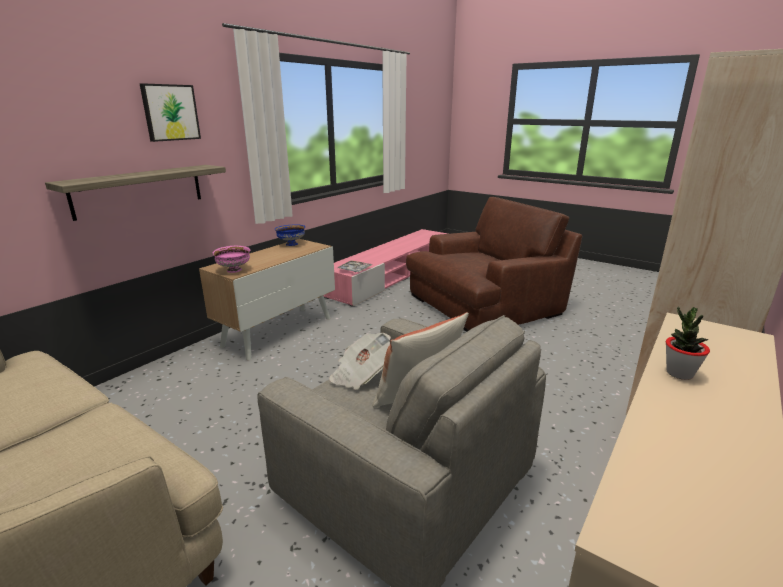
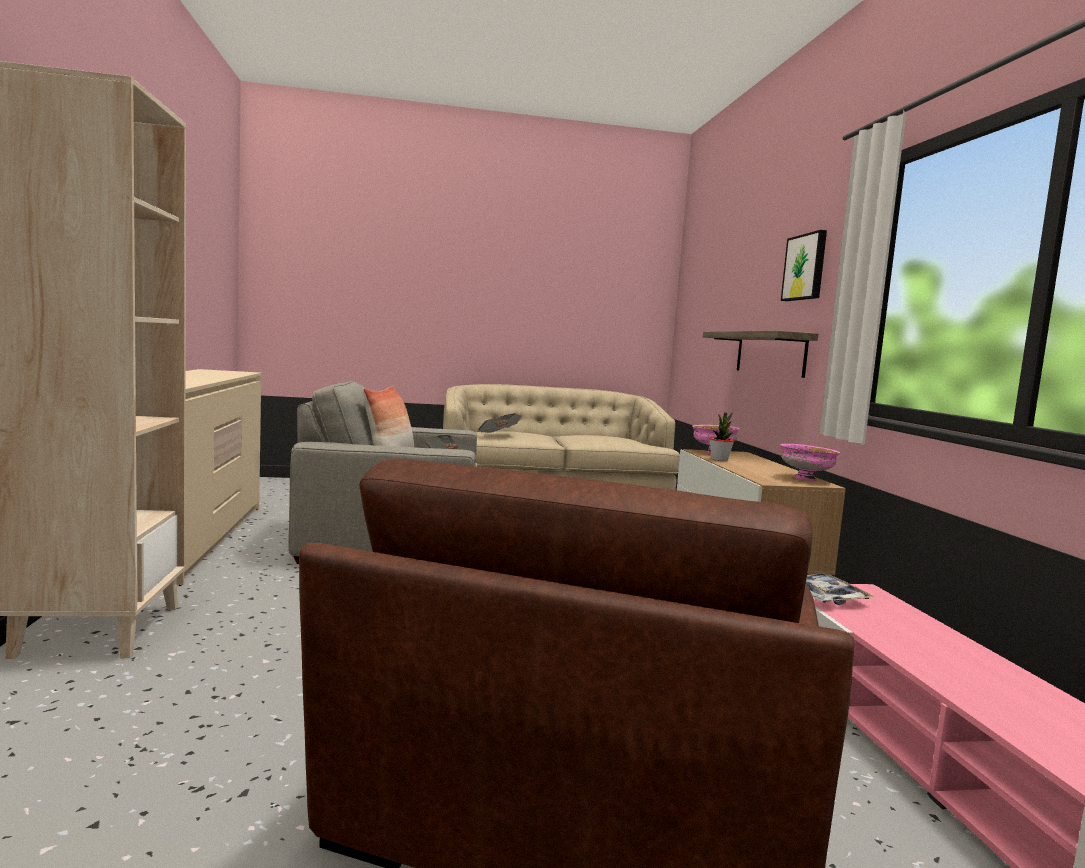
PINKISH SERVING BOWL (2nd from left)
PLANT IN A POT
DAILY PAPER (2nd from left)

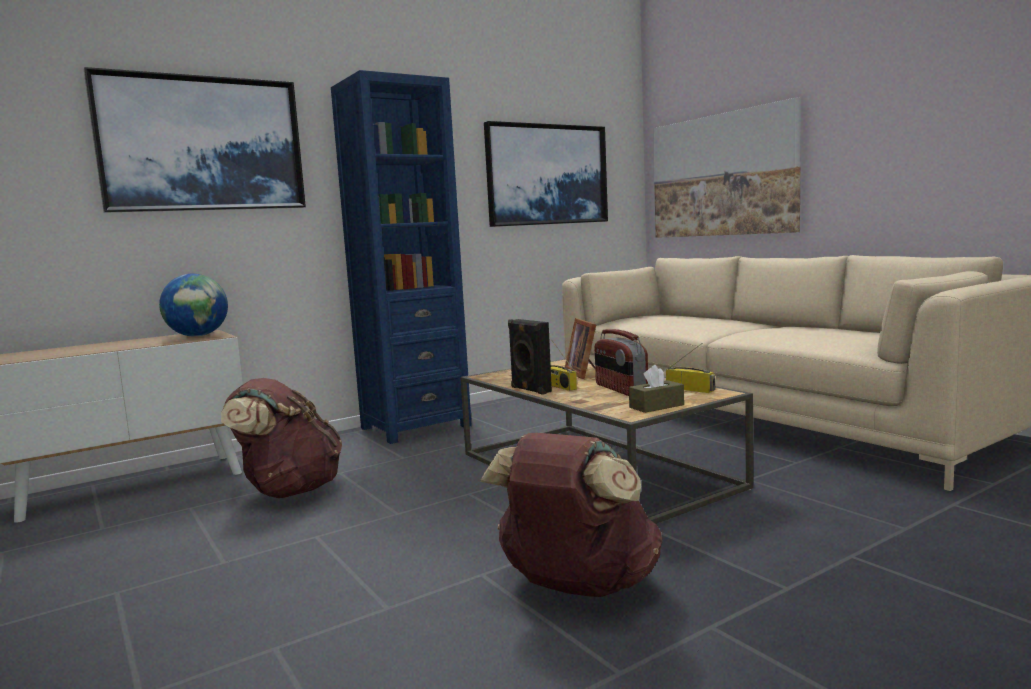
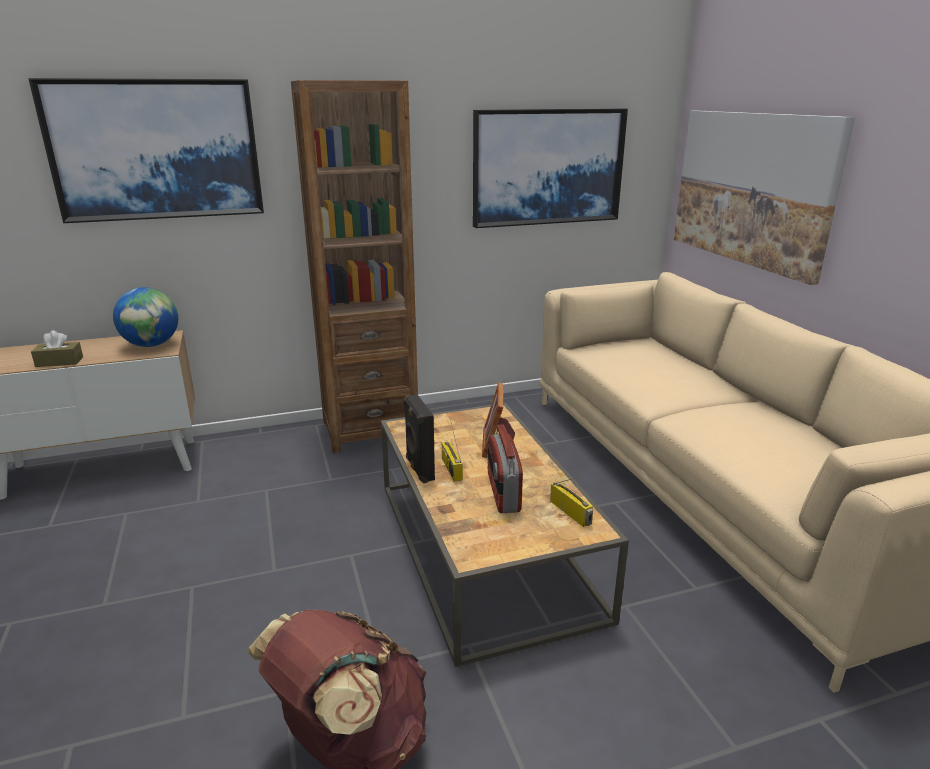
BROWN-COLOURED SHELVING UNIT
BROWN-COLOURED BOX OF TISSUES
BROWN-COLOURED BACKPACK (1st from left in the first image)

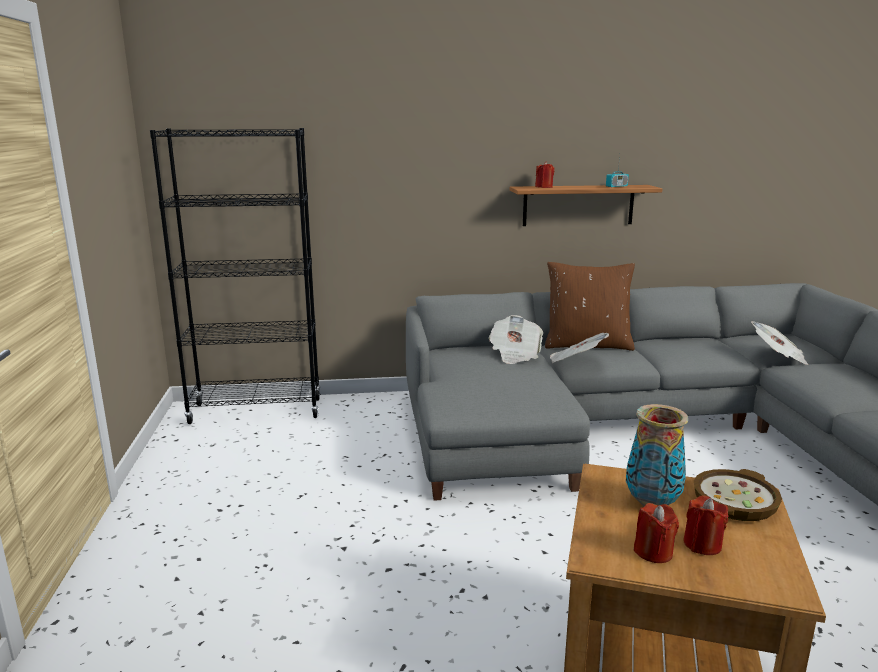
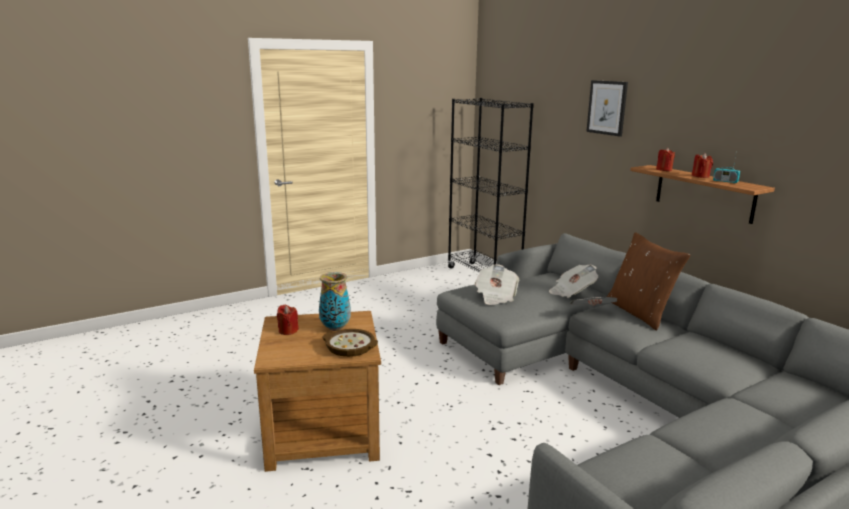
DAILY PAPER (1st from left)
RED-COLOURED WAX LIGHT (3rd from left)
PICTURE

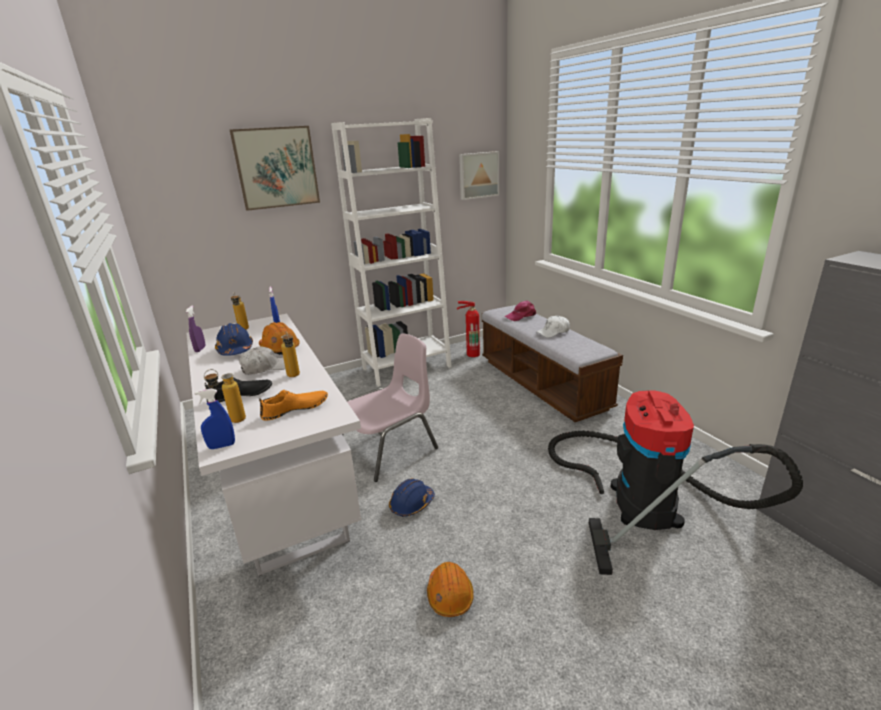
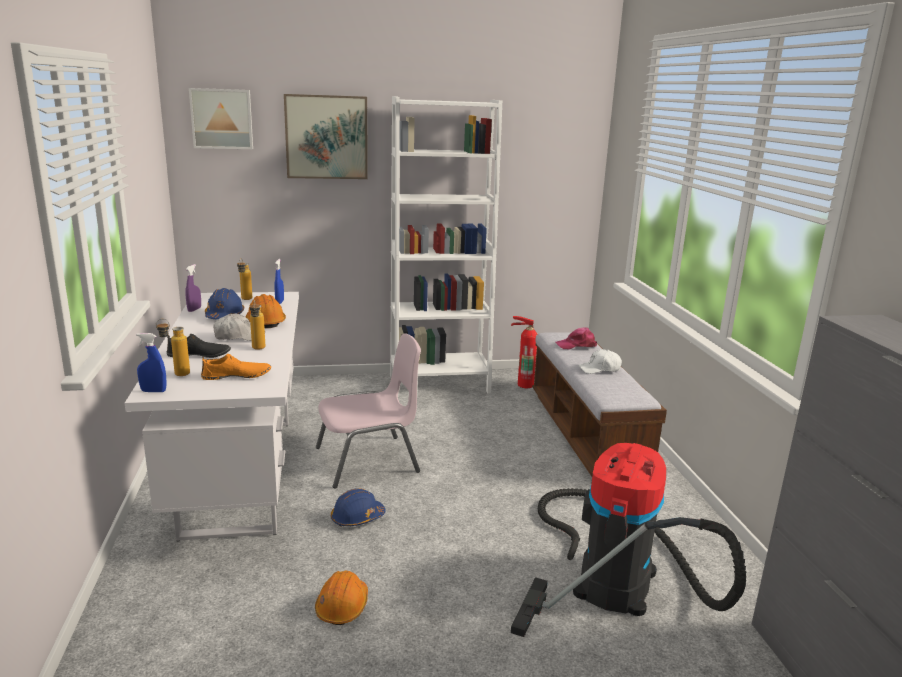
PICTURE (1st from left)

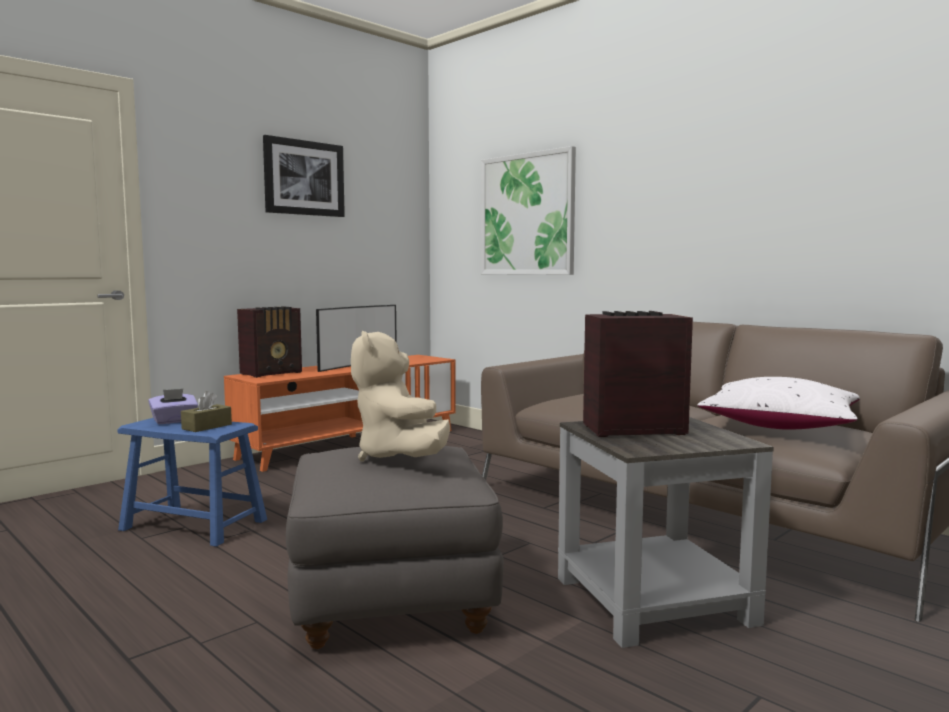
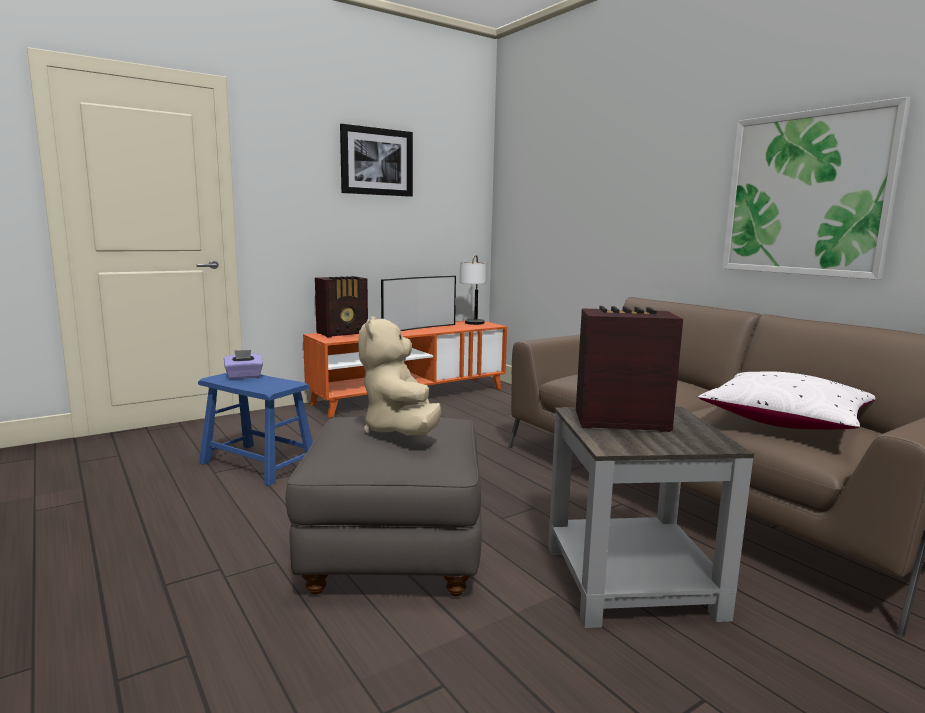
PICTURE (2nd from left)
BROWN-COLOURED BOX OF TISSUES
TABLE LAMP

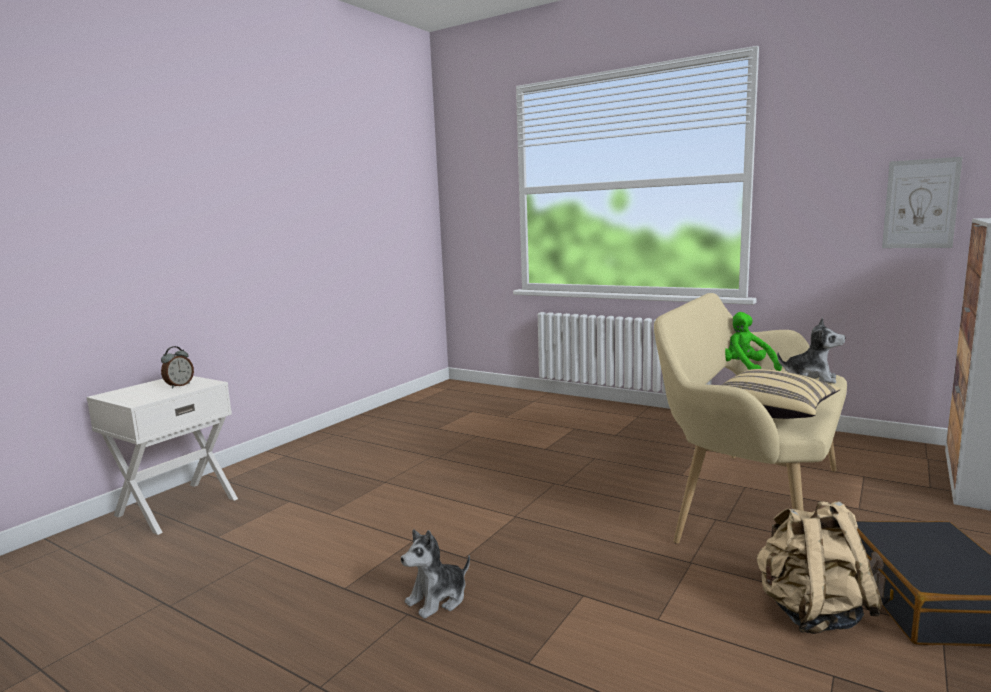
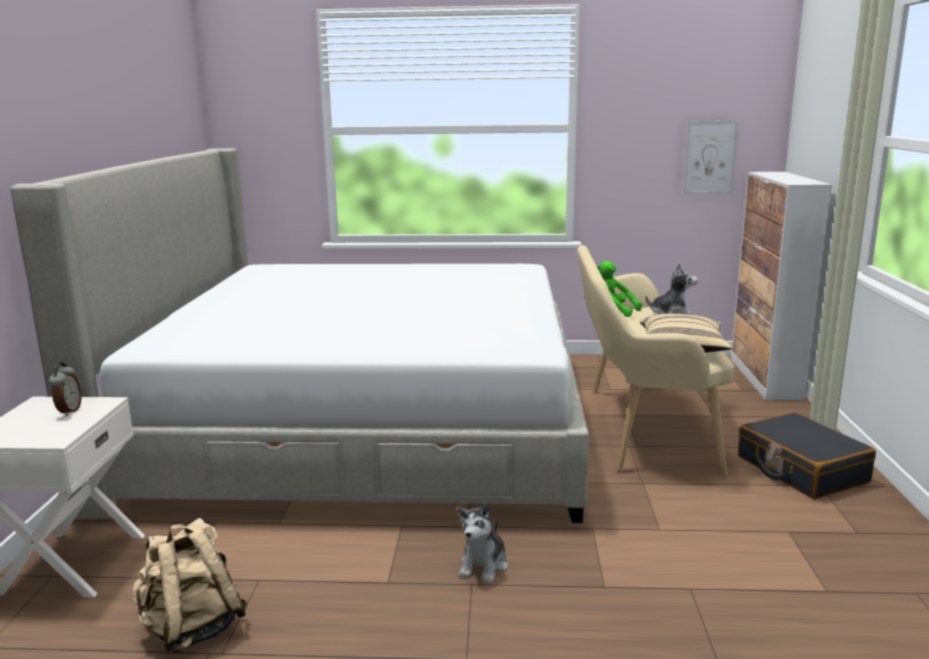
SAND-COLOURED BACKPACK
SLEEPING BED

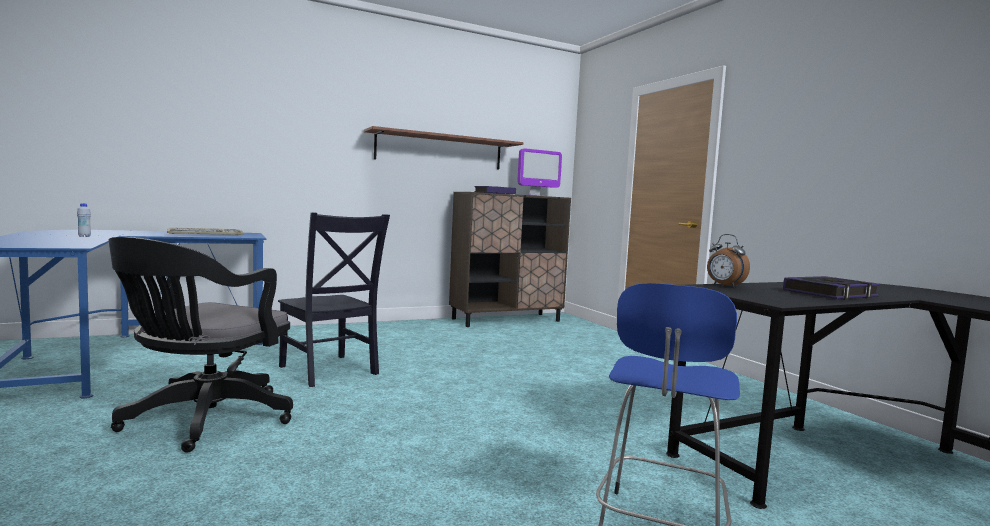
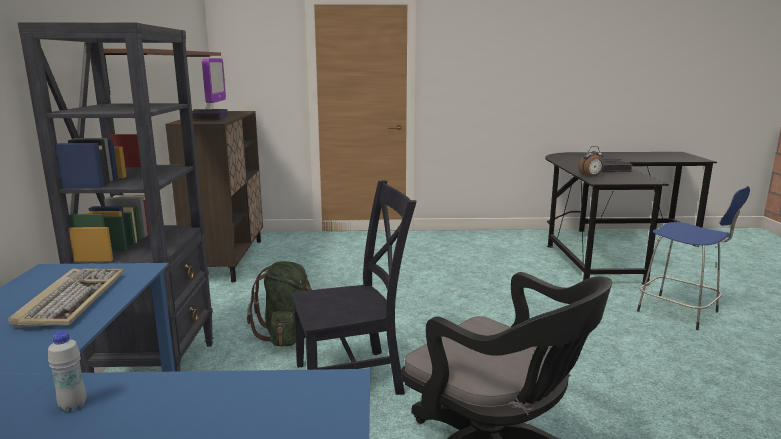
BLACKISH SHELVING UNIT
GREEN-COLOURED BACKPACK

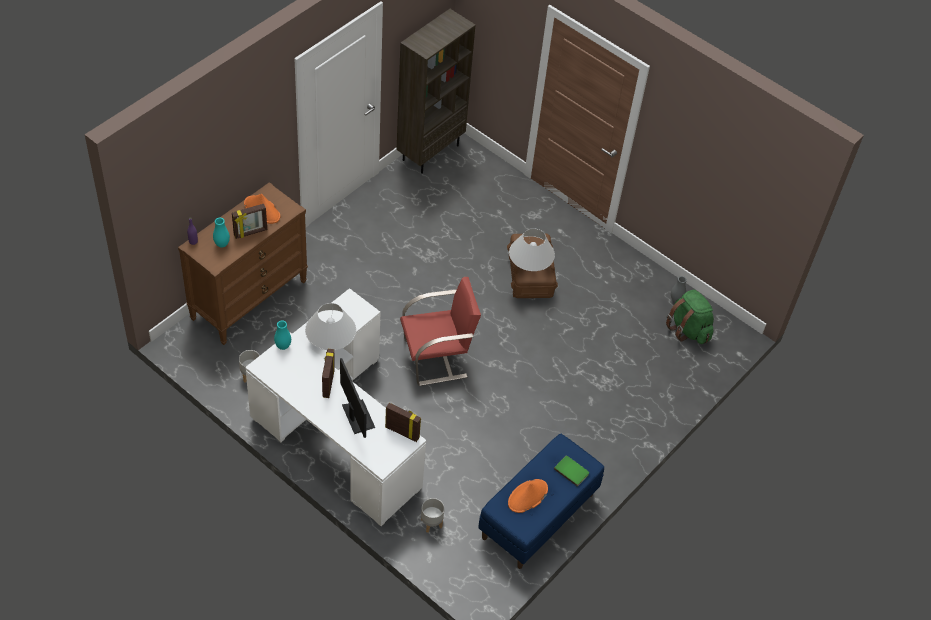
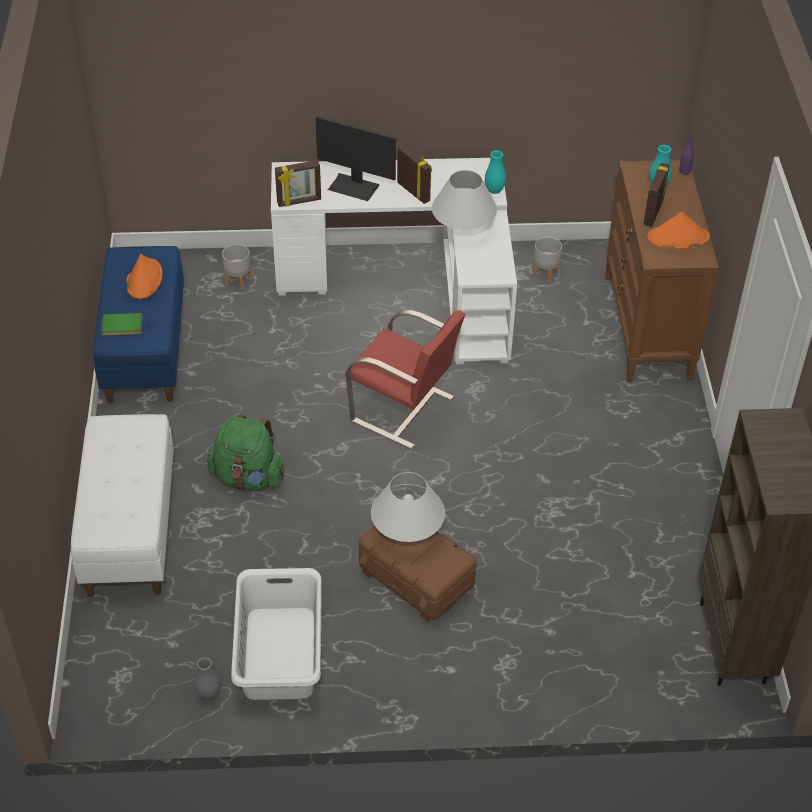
RED-COLOURED CHAIR
GREEN-COLOURED BACKPACK
WHITE LONG SEAT
WHITE WASHING BASKET

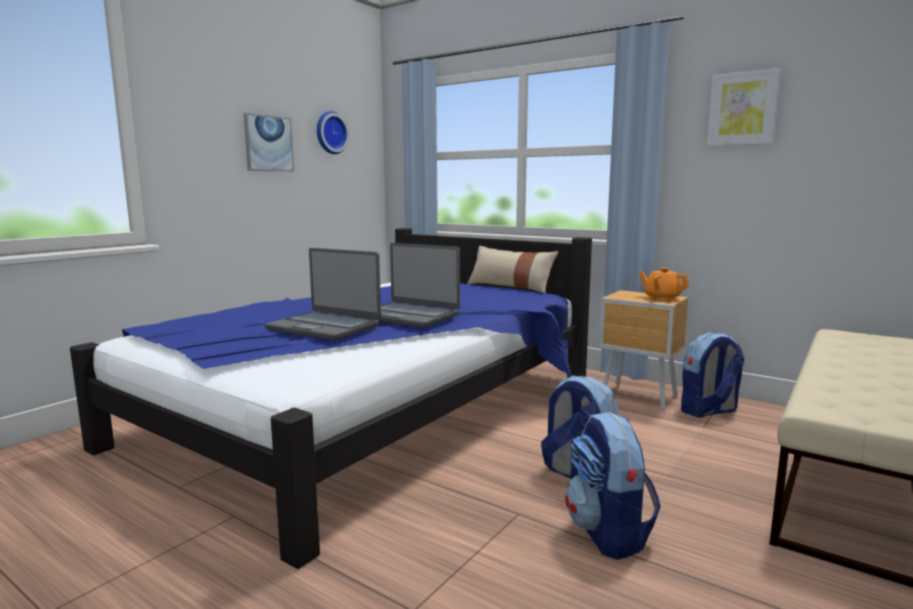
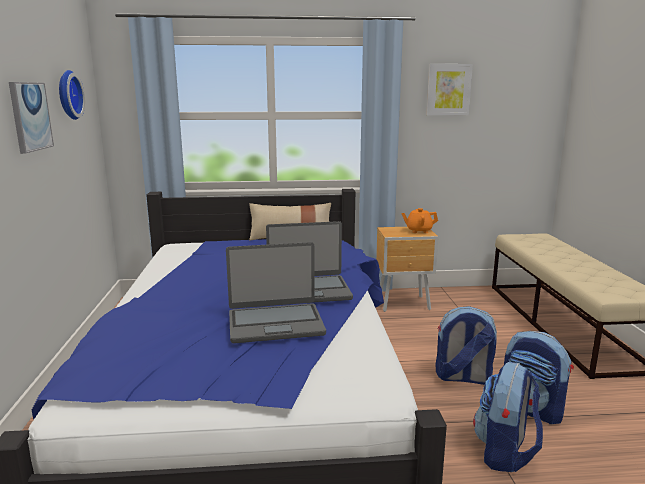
BACKPACK (2nd from left)

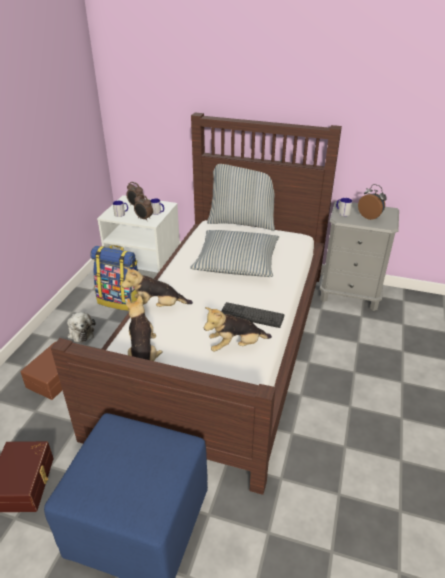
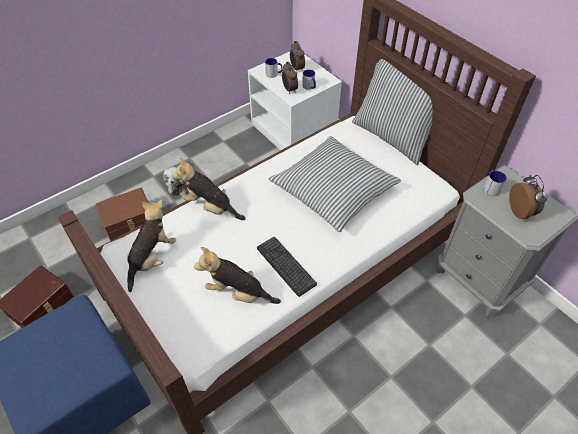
BACKPACK

